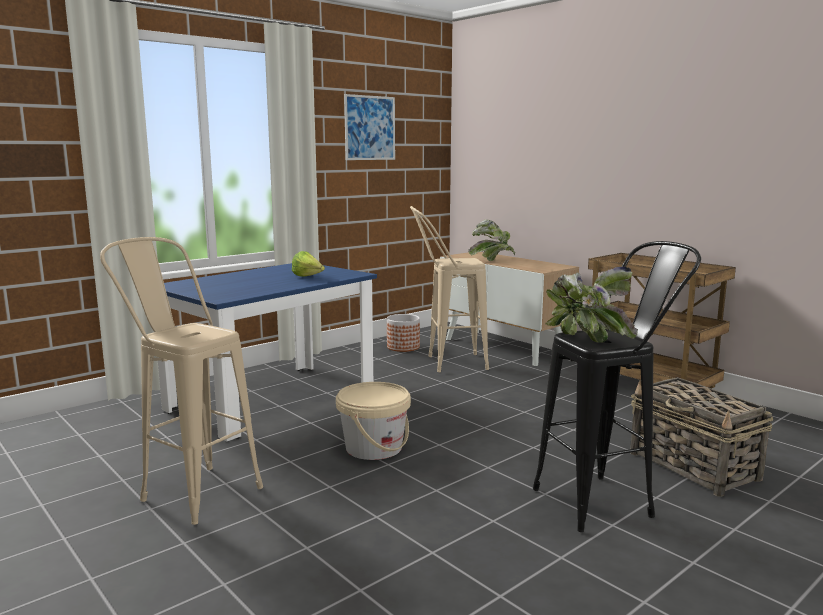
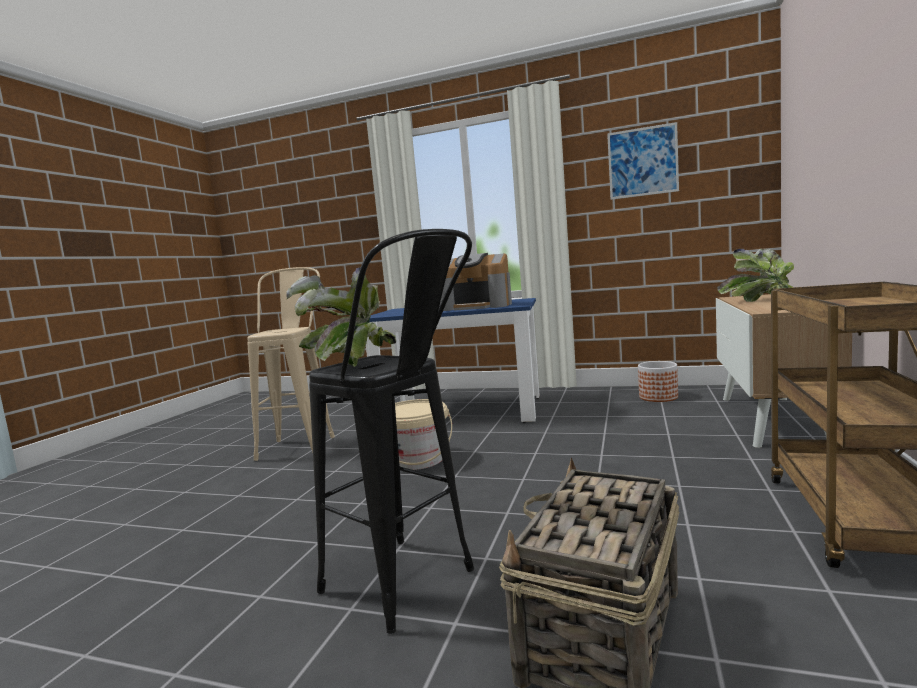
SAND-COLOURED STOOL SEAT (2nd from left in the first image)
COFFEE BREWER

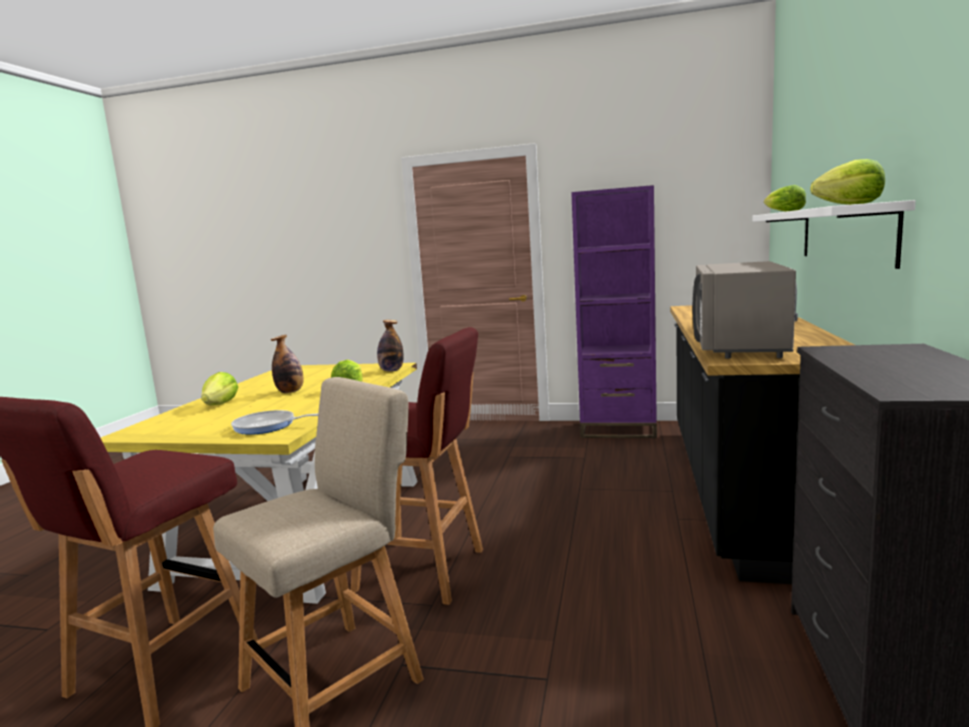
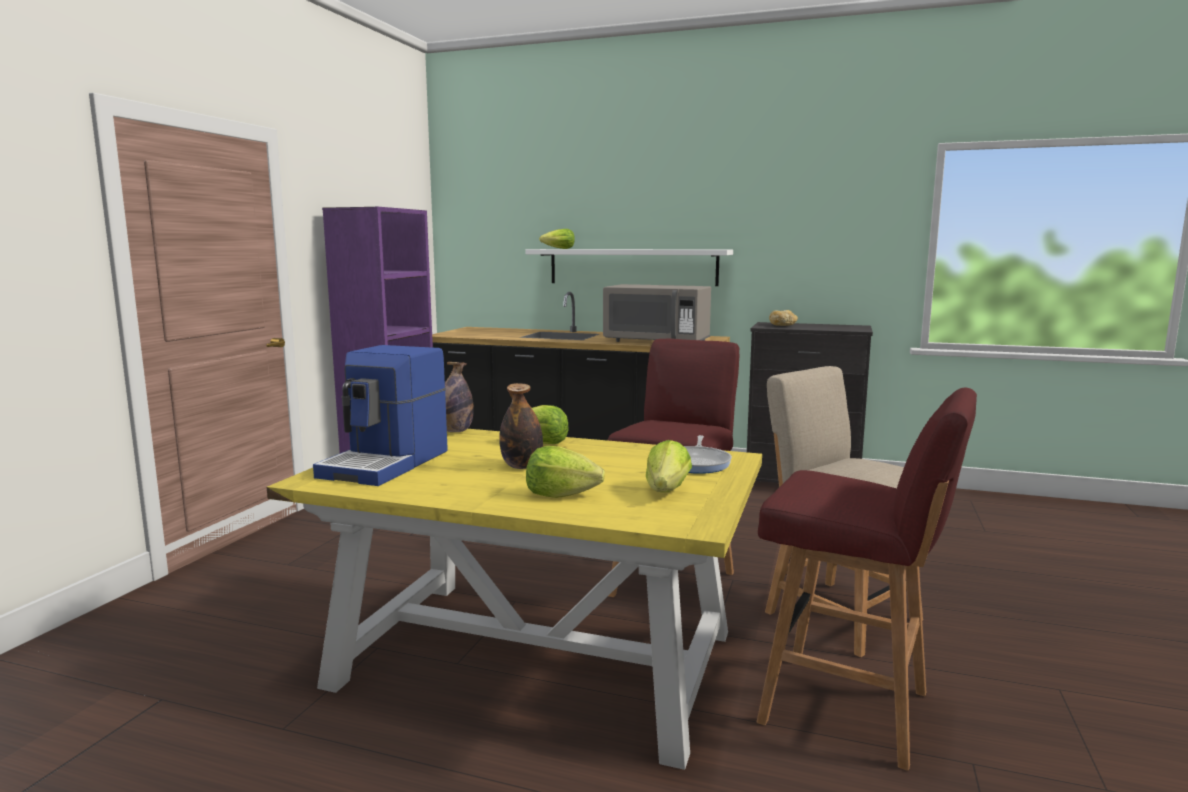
LETTUCE HEAD (4th from left)
BAKED BREAD
COFFEE BREWER

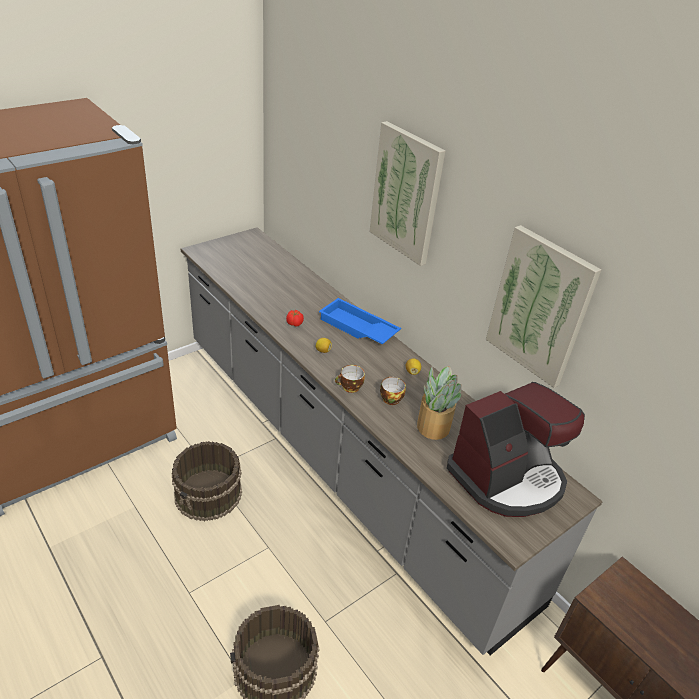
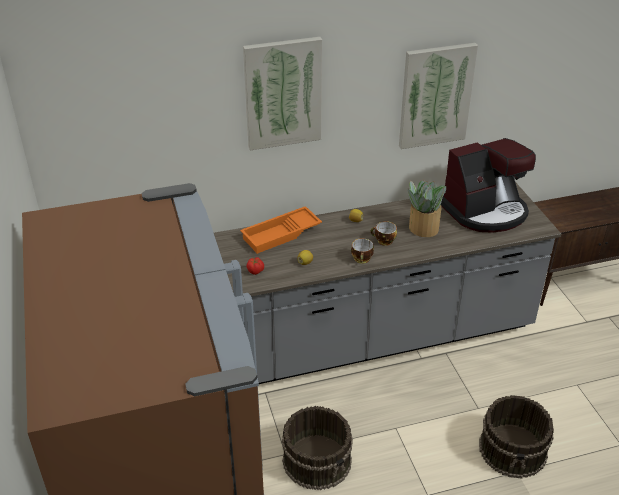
ORANGEY TRAY
COFFEE BREWER

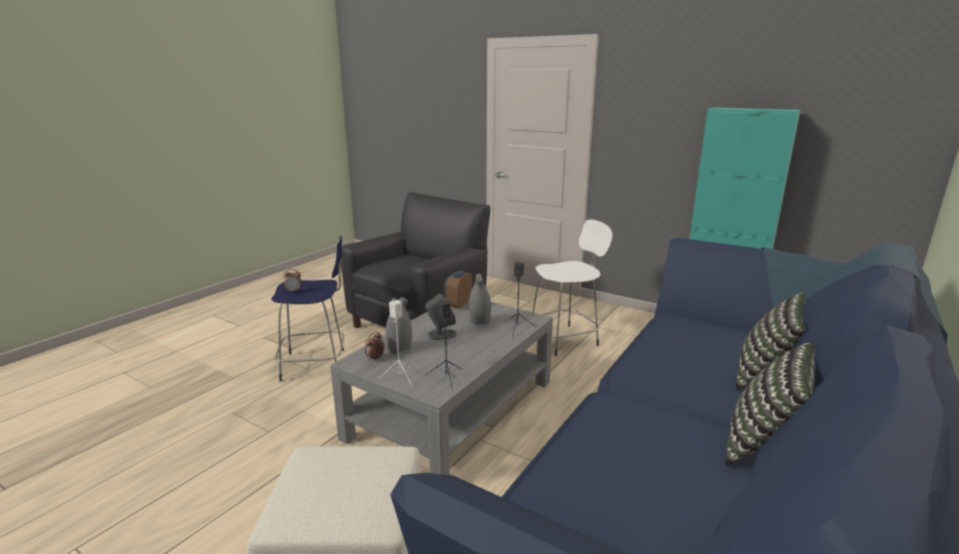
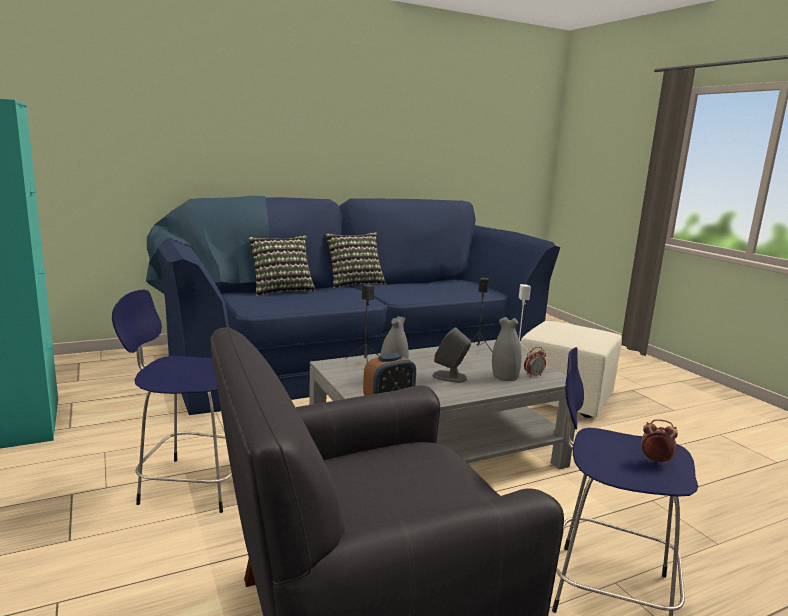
BLUISH STOOL SEAT (1st from left)

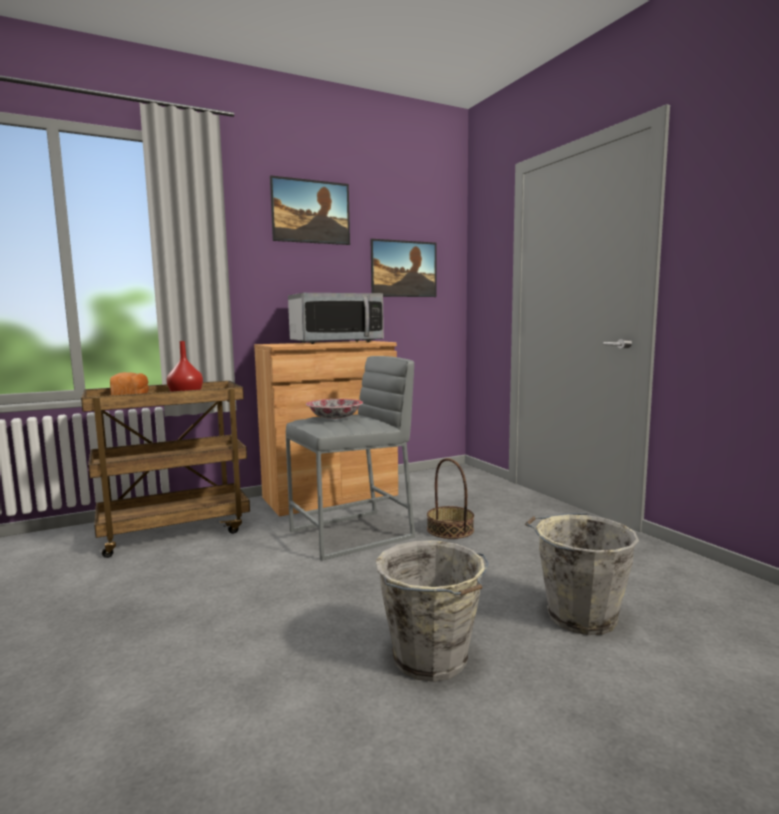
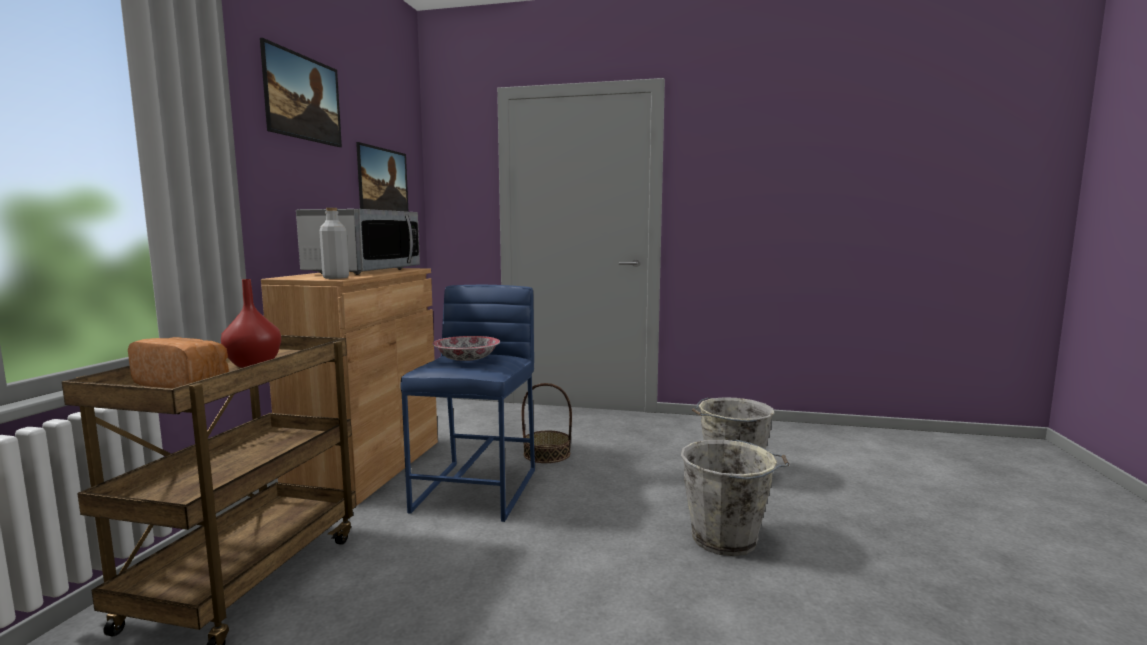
BLUISH STOOL SEAT
GREYISH BEVERAGE BOTTLE

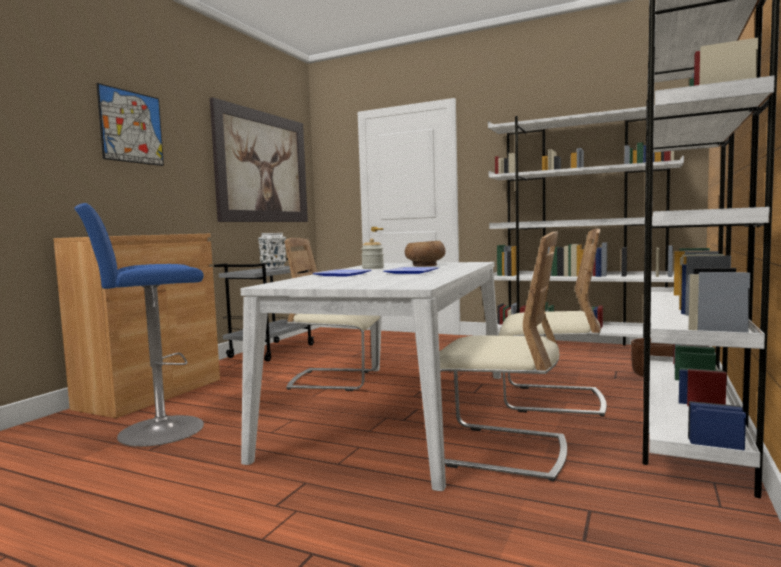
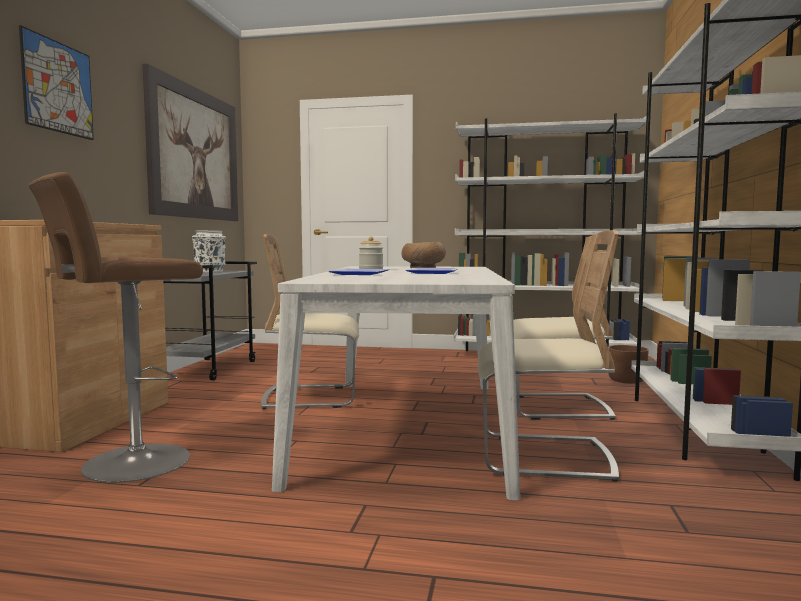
BROWN-COLOURED STOOL SEAT

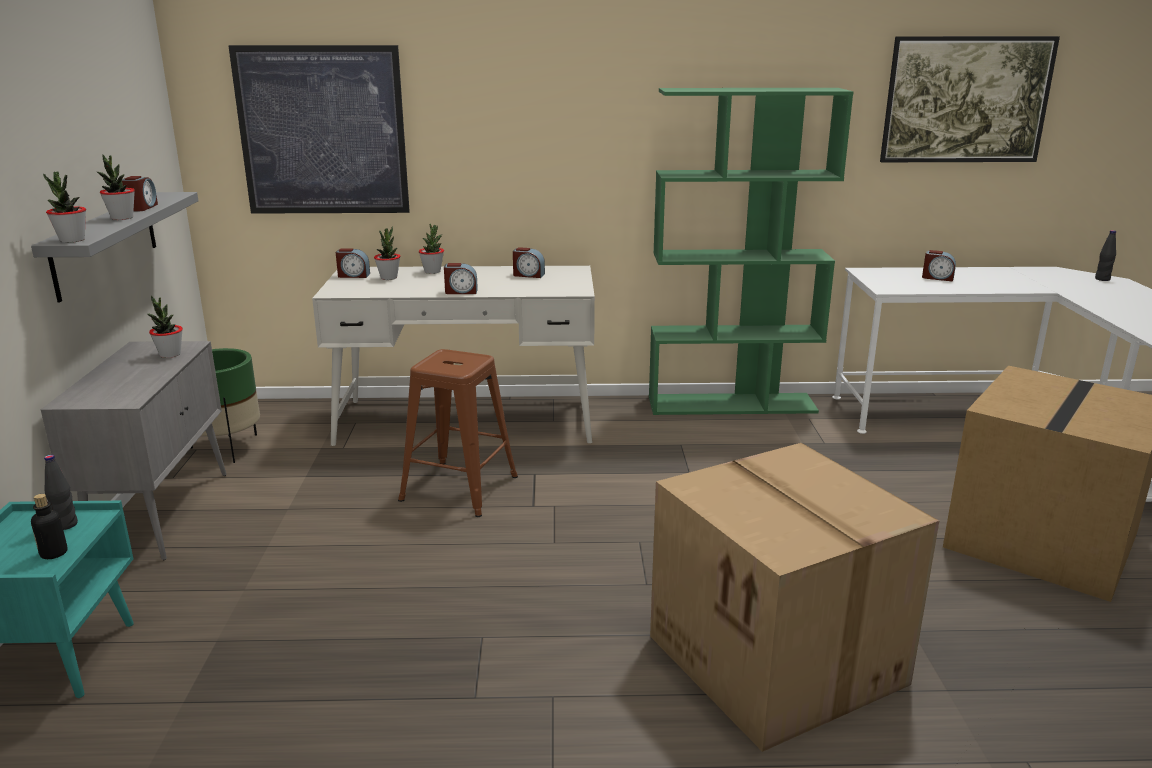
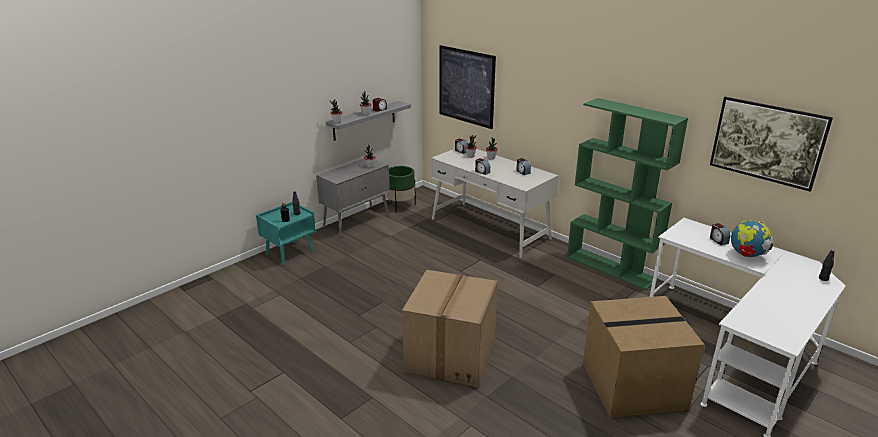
BROWN-COLOURED STOOL SEAT
WORLD GLOBE

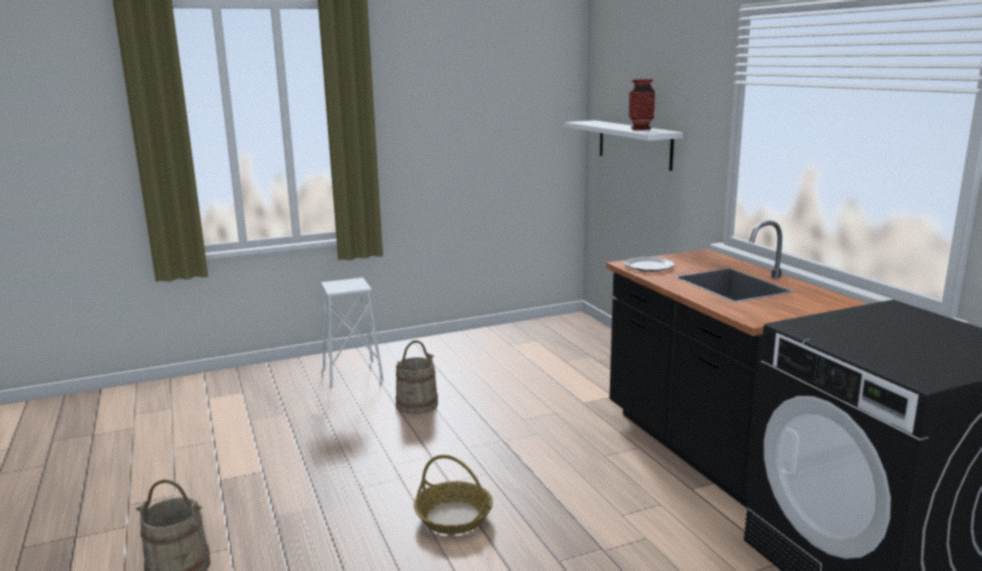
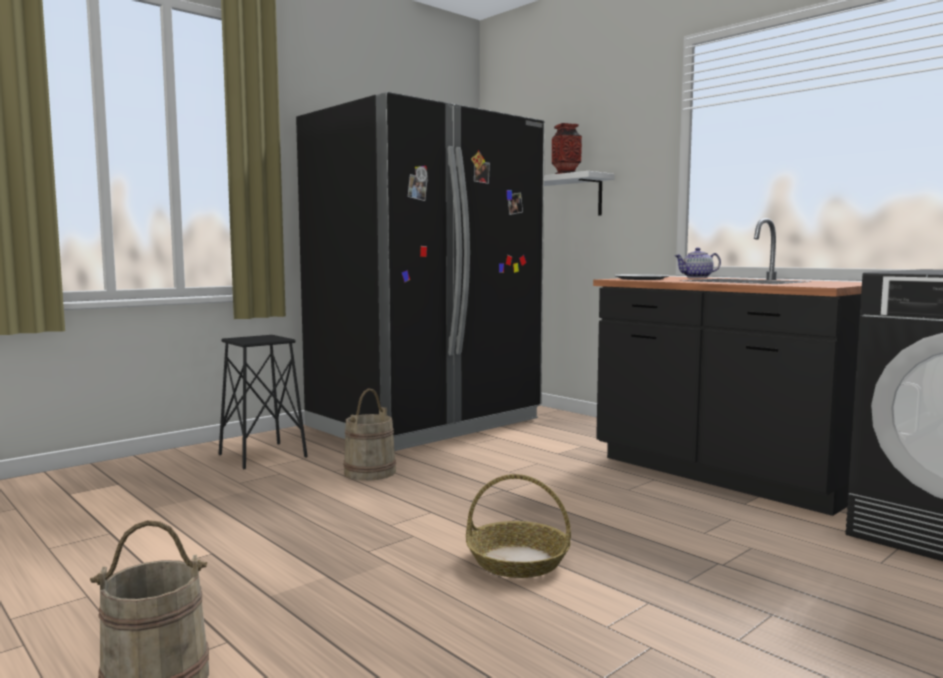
BLACKISH STOOL SEAT
BLACKISH KITCHEN FRIDGE
TEA POT

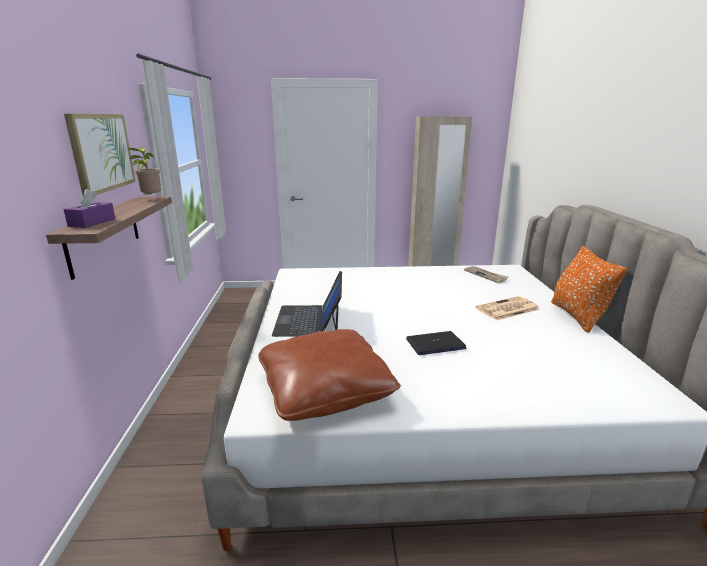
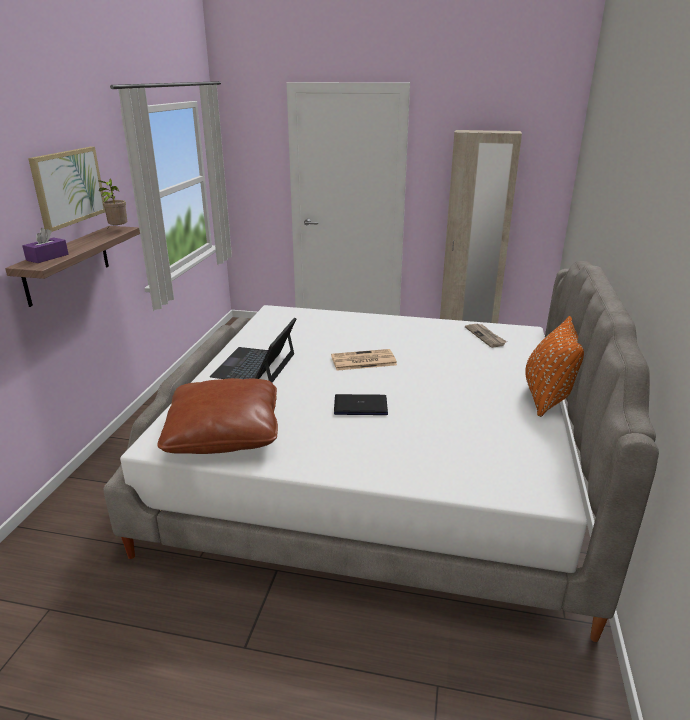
DAILY PAPER (1st from left)

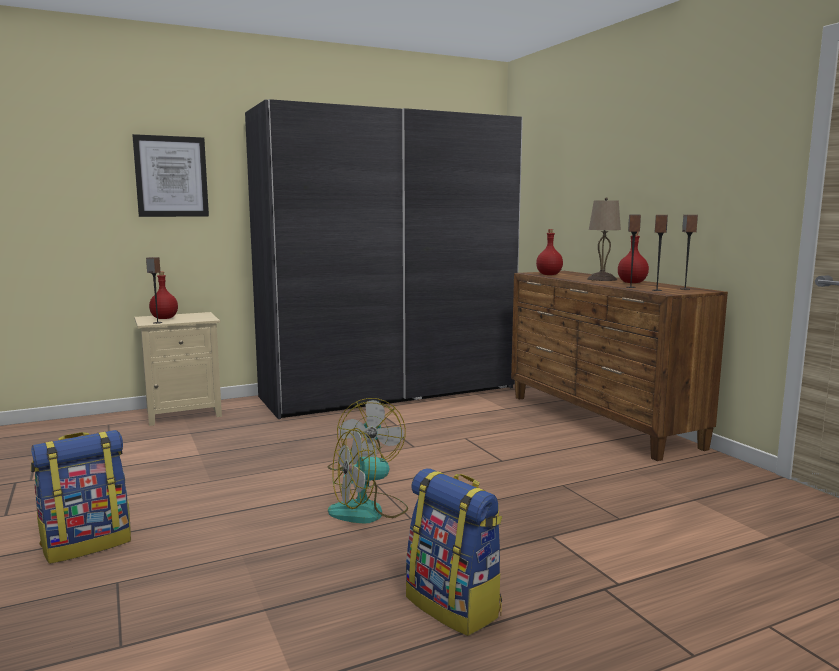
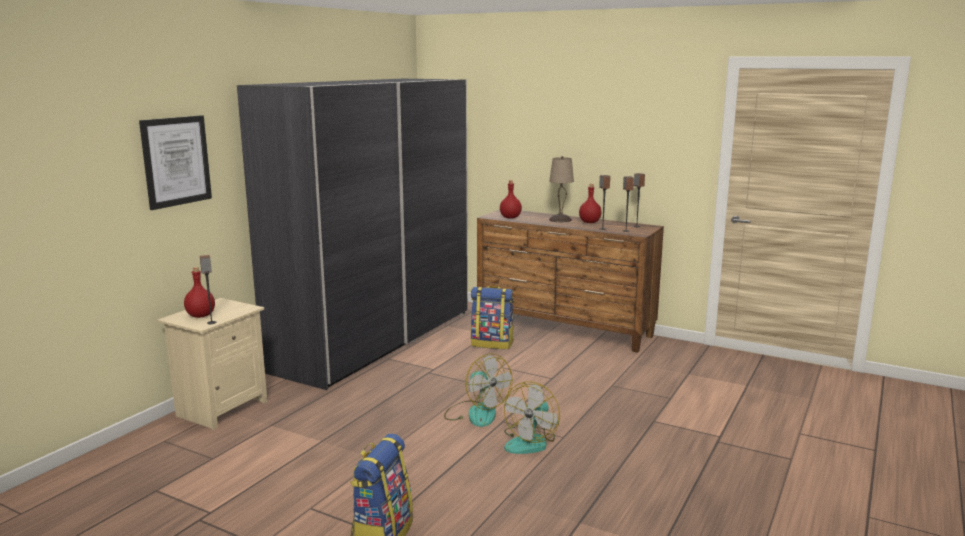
BACKPACK (2nd from left)

